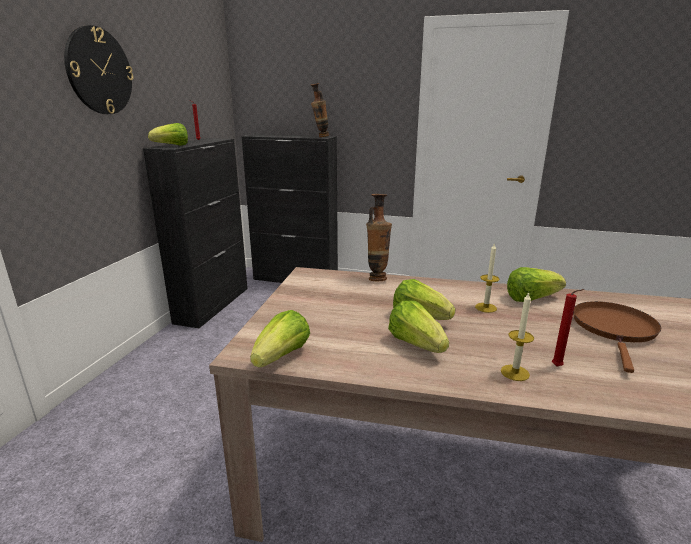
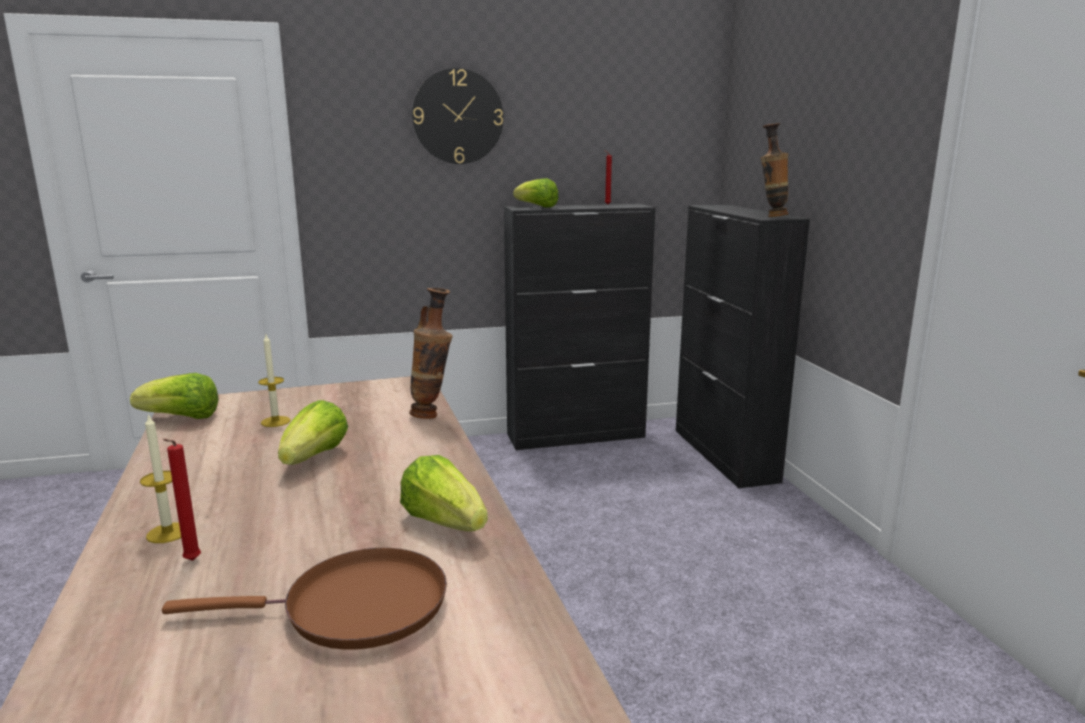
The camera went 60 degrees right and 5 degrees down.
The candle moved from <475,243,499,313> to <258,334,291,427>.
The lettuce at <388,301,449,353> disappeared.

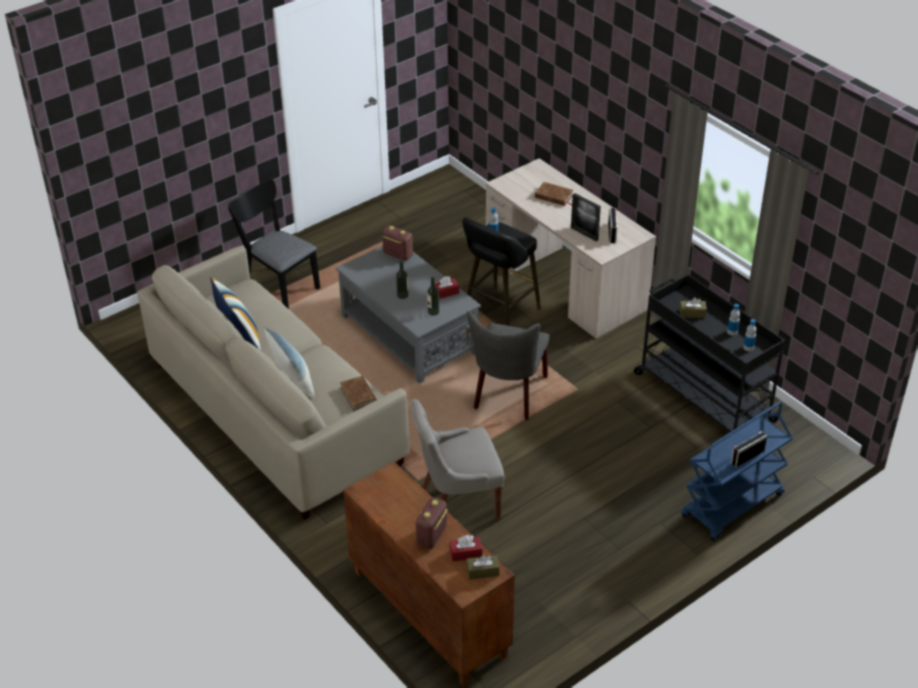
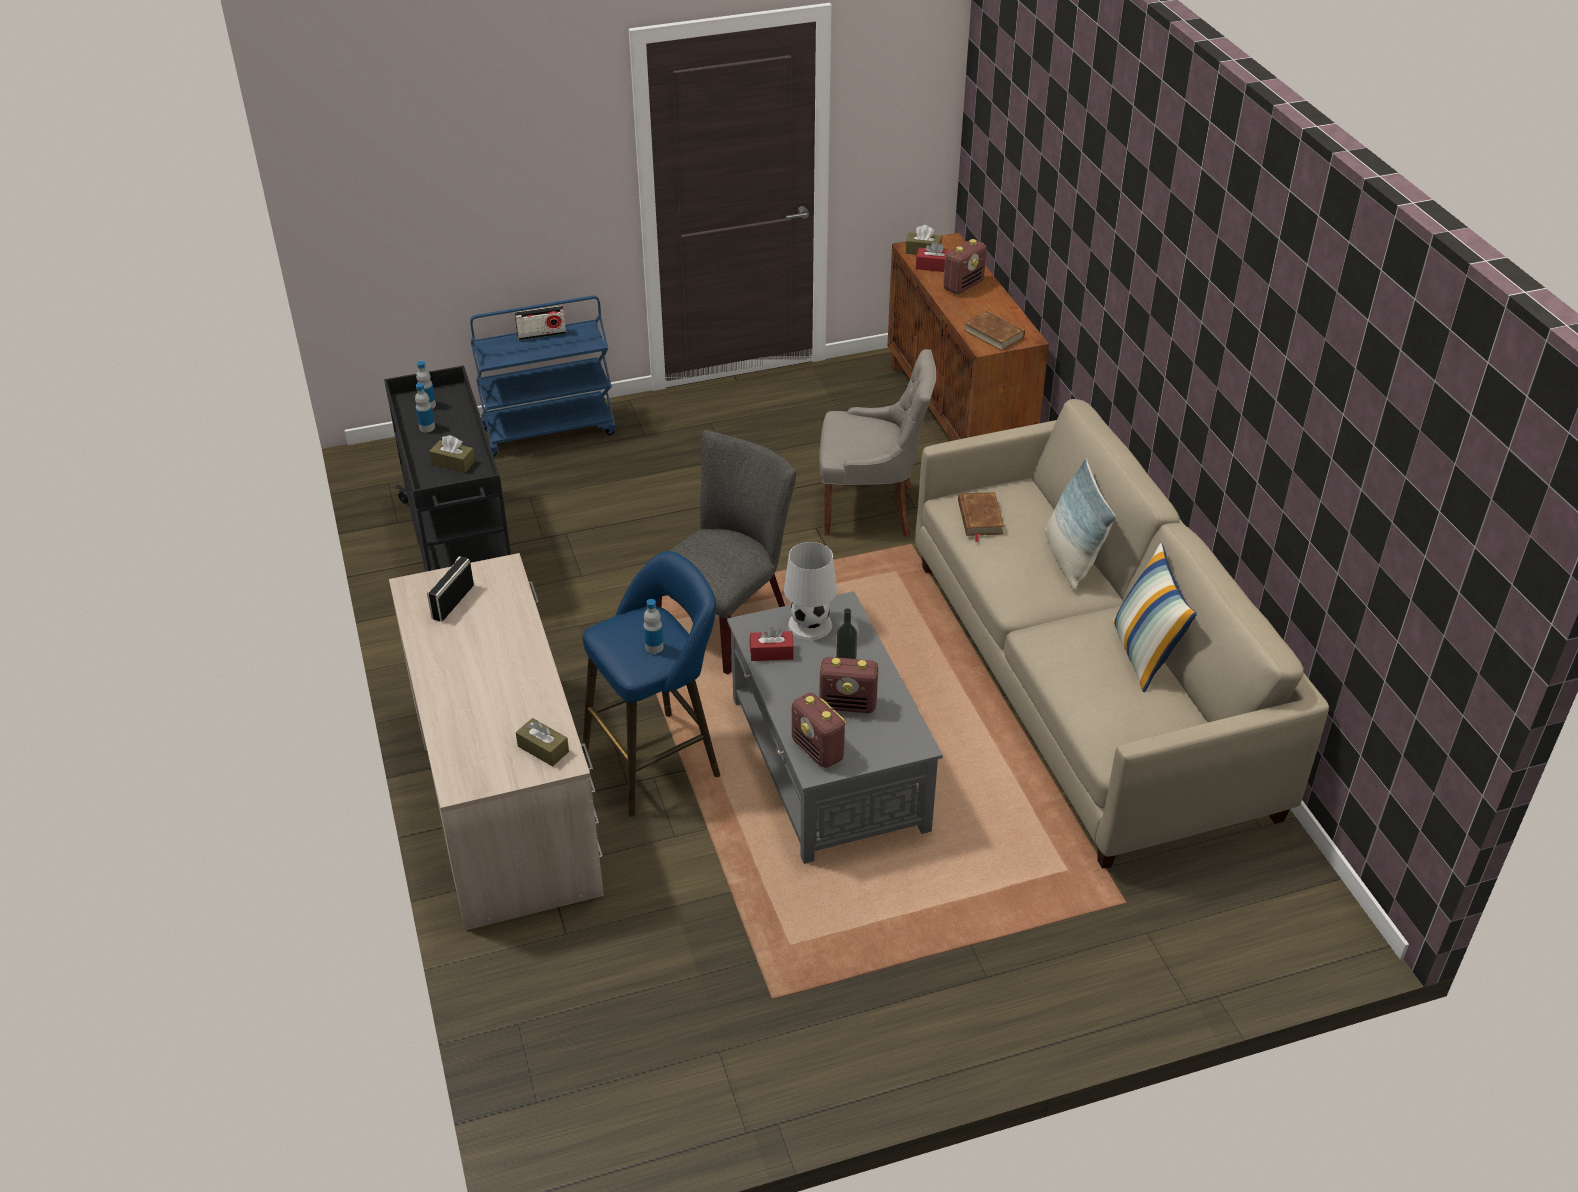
The camera went 160 degrees left and 0 degrees up.
The black chair at <228,179,320,309> disappeared.
The brown book moved from <535,182,573,206> to <964,311,1025,351>.
The picture frame at <571,193,601,241> disappeared.
The black stool at <462,217,541,326> became the blue stool at <582,551,720,817>.
The bottle at <427,277,439,316> was replaced by the white table lamp at <784,542,837,640>.
The radio at <819,657,878,713> appeared.
The brown tissue box at <516,718,569,766> appeared.

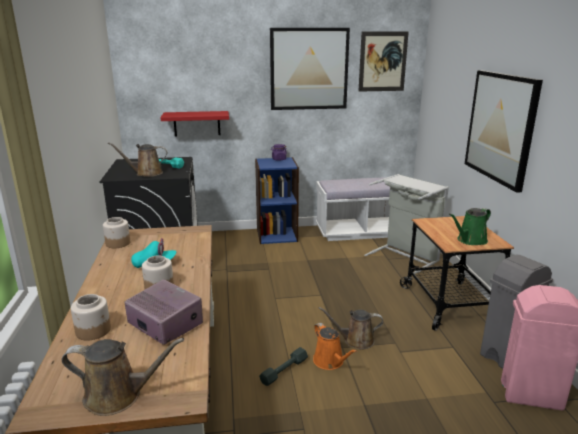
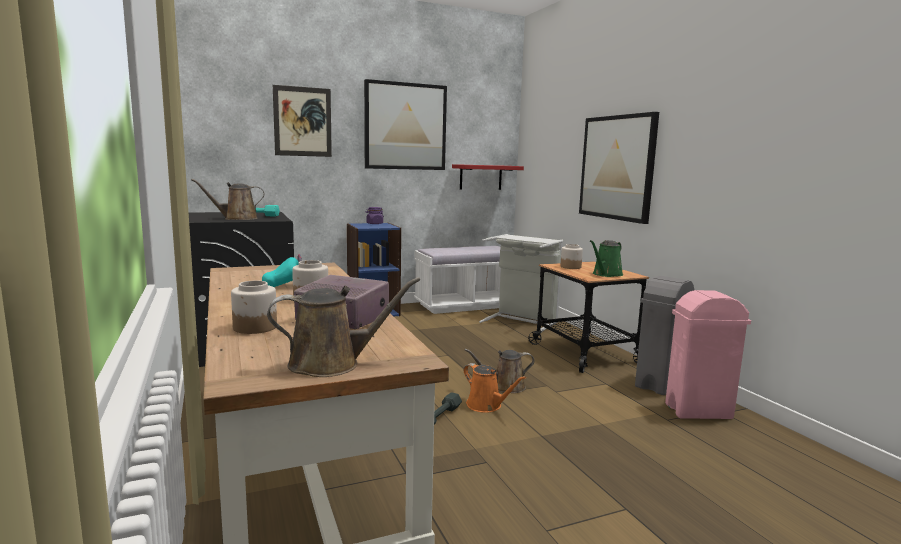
The camera went 15 degrees left and 10 degrees down.
The picture moved from <359,31,409,92> to <273,85,332,157>.
The red shelf moved from <160,111,229,137> to <452,164,524,190>.
The jar moved from <103,217,130,248> to <560,244,583,269>.

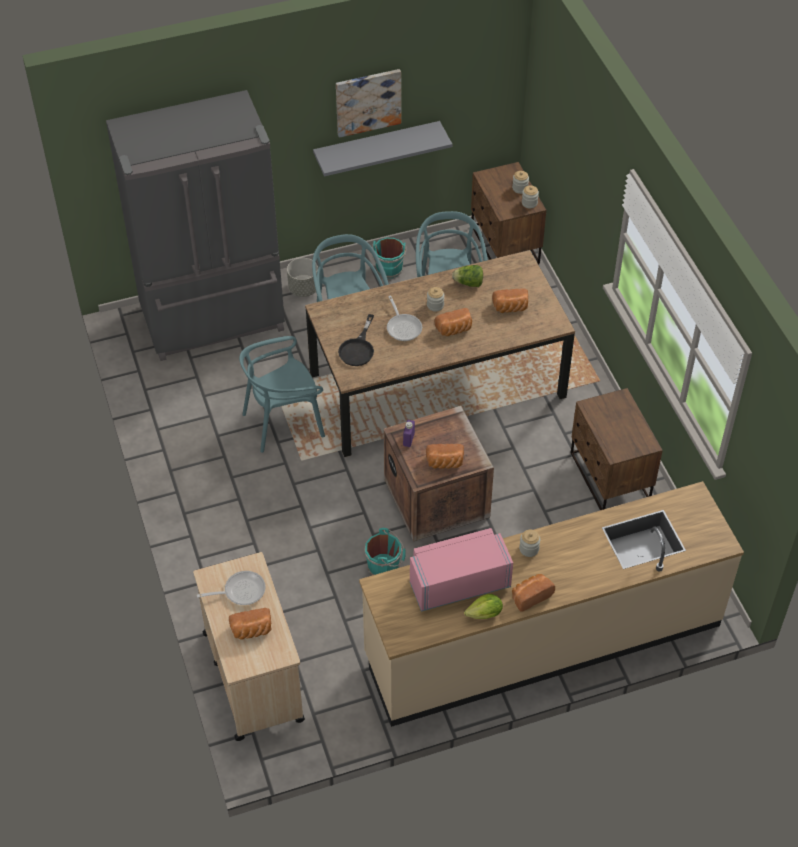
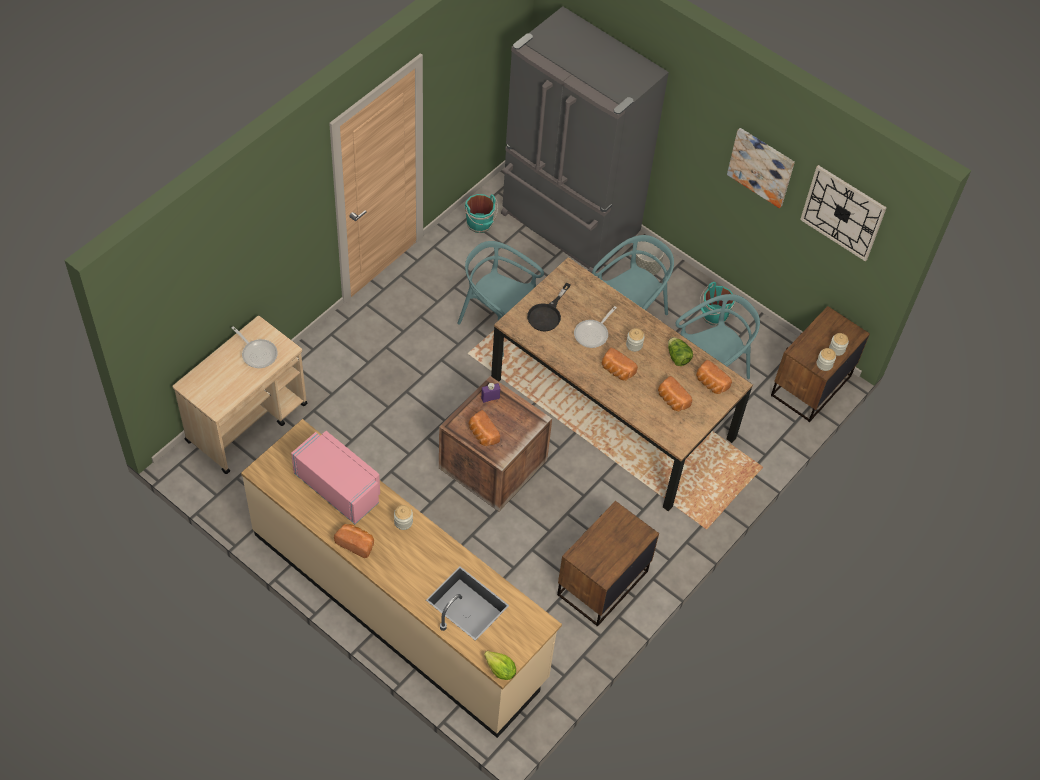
The camera went 55 degrees right and 5 degrees up.
The grey shelf at <313,121,452,176> disappeared.
The black frying pan at <338,314,374,366> turned 45 degrees counterclockwise.
The turquoise bucket moved from <365,528,406,575> to <465,194,498,233>.
The lettuce moved from <464,594,503,619> to <484,651,516,680>.
The bread moved from <229,608,271,640> to <696,360,732,394>.
The wall clock at <800,165,887,261> appeared.

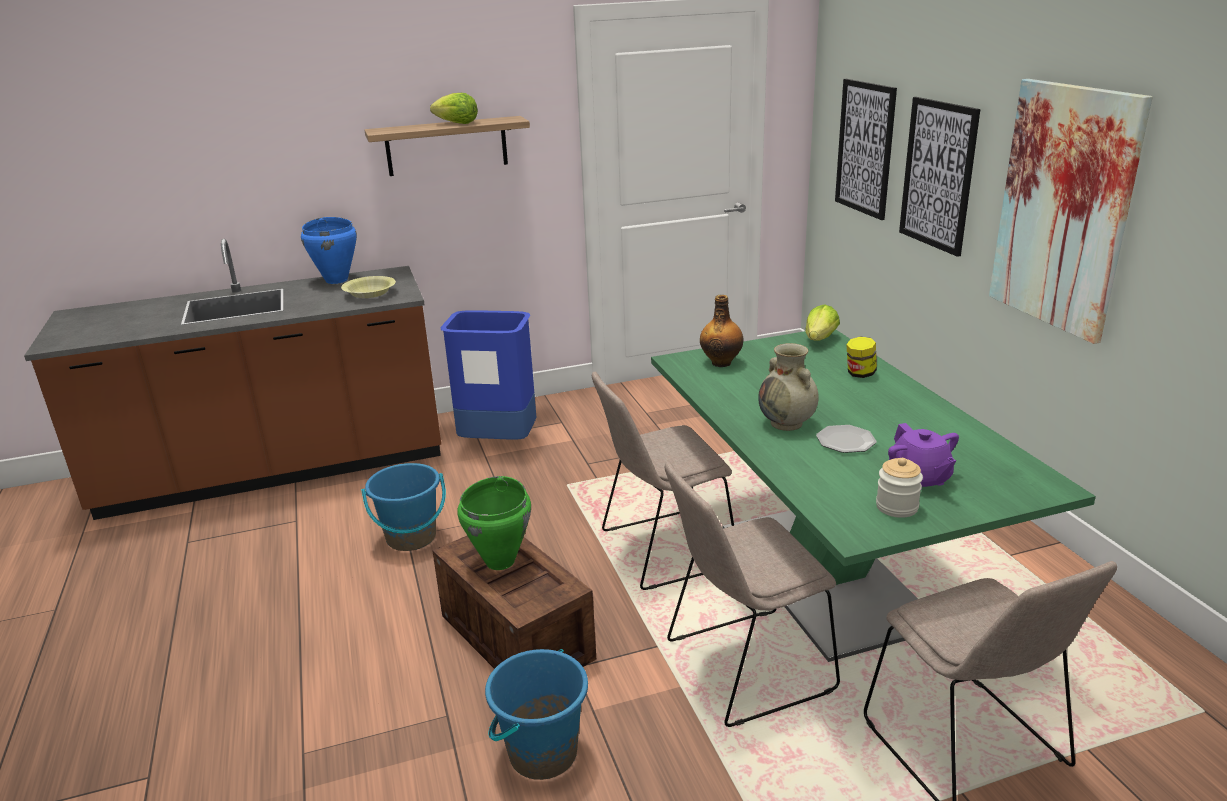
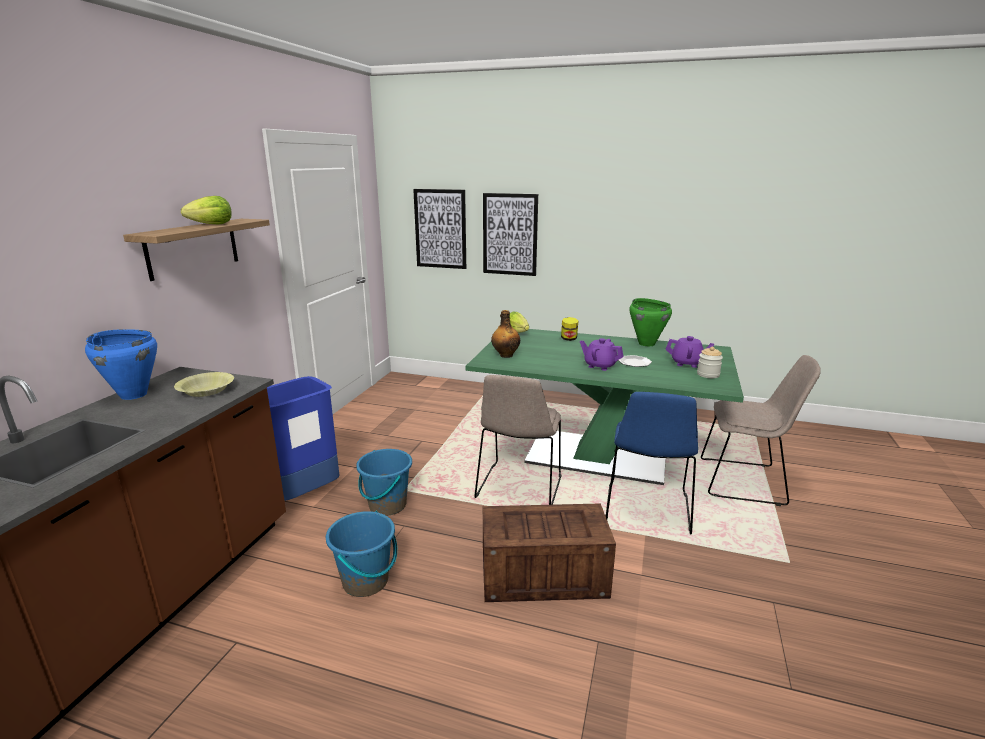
The camera went 55 degrees left and 5 degrees down.
The picture at <989,79,1153,344> disappeared.
The beige vase at <758,343,819,431> was replaced by the purple teapot at <580,338,623,371>.
The beige chair at <665,462,840,727> became the blue chair at <605,392,698,534>.
The green cooking pot moved from <457,476,531,570> to <629,298,672,346>.
The blue bucket moved from <485,649,588,780> to <356,449,412,516>.

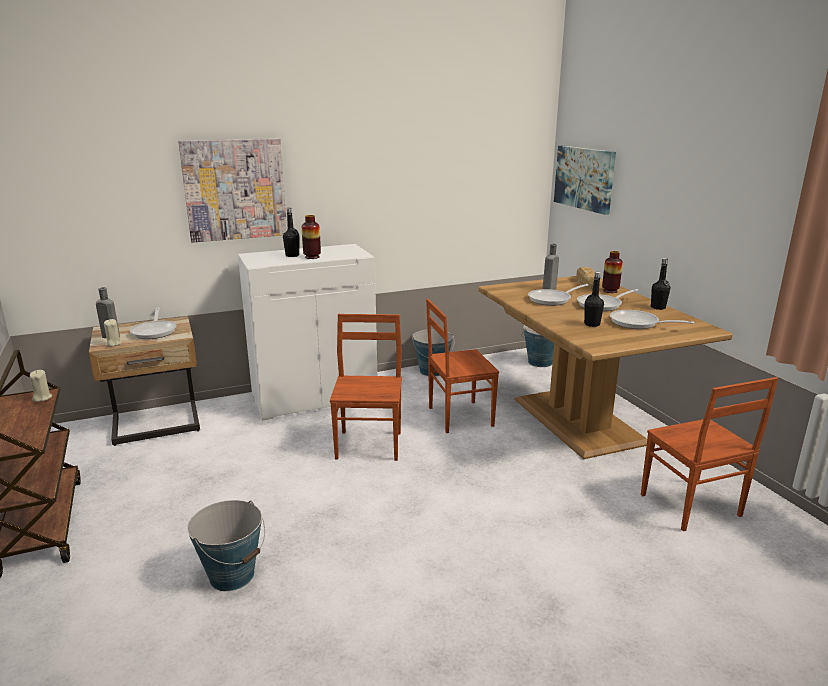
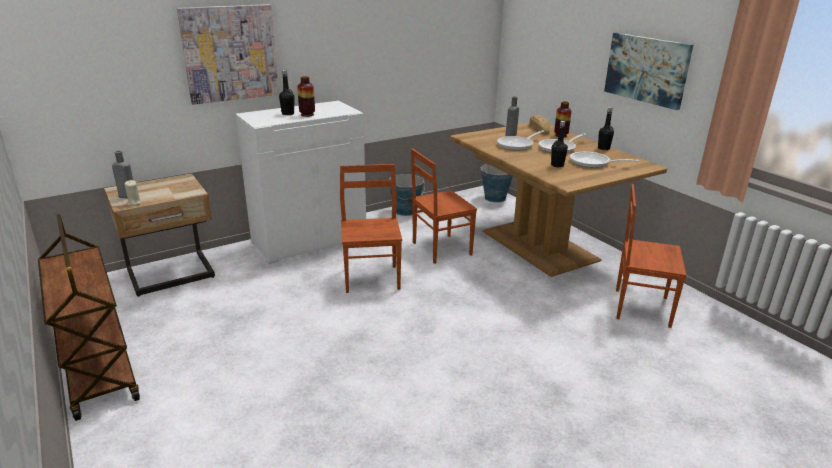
The camera went 10 degrees left and 5 degrees up.
The picture moved from <554,146,616,215> to <604,33,693,110>.
The frying pan at <130,308,177,339> disappeared.
The beige candle at <30,370,52,402> disappeared.
The brown chair at <641,377,778,531> turned 135 degrees clockwise.
The bucket at <187,500,265,591> disappeared.

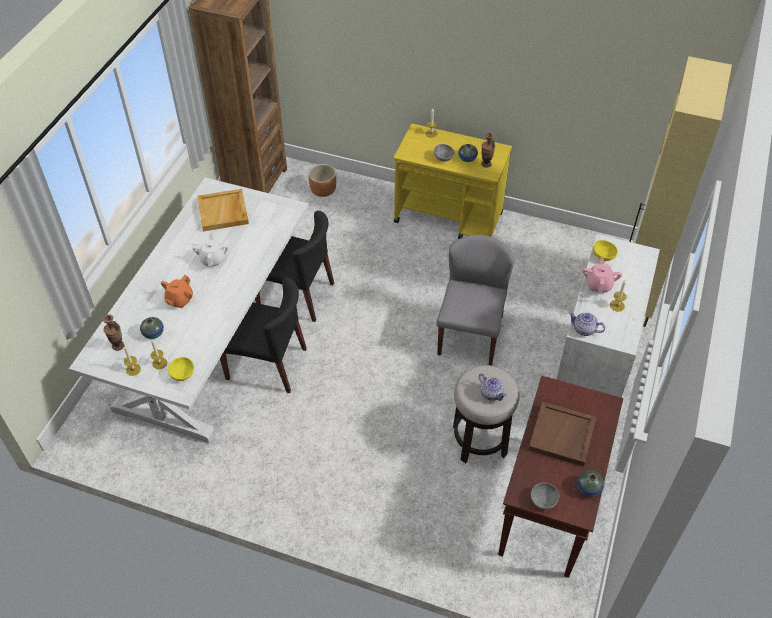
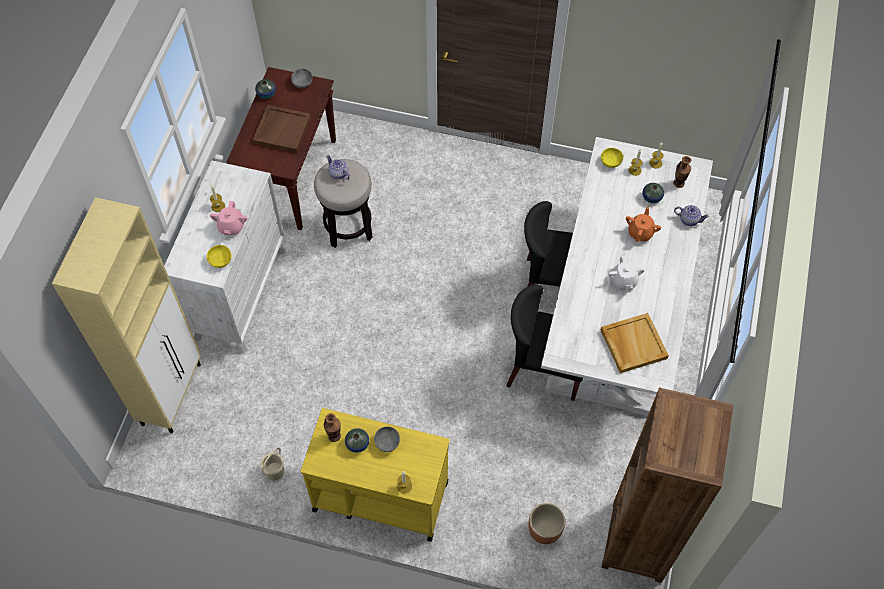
The camera went 175 degrees right and 10 degrees up.
The grey chair at <436,235,514,365> disappeared.
The teapot moved from <569,312,605,336> to <674,205,709,226>.
The beige bucket at <261,448,285,481> appeared.

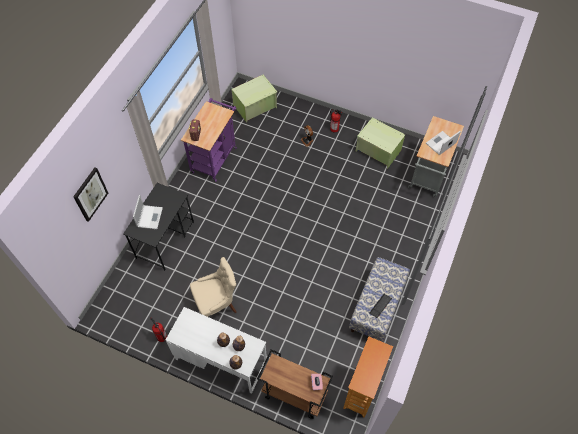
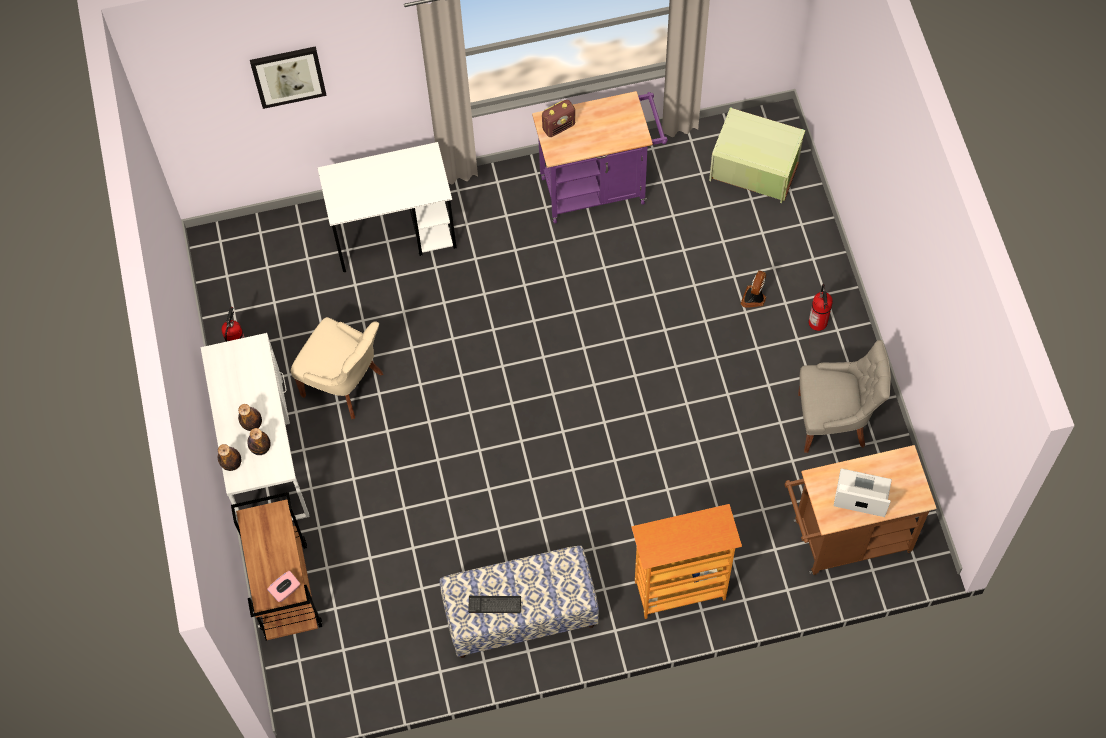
The camera went 55 degrees right and 5 degrees up.
The grey cart at <408,116,464,197> became the brown cart at <784,445,936,575>.
The green storage box at <356,118,405,169> was replaced by the grey chair at <798,340,891,453>.
The black desk at <123,183,194,271> became the white desk at <317,142,457,273>.
The laptop at <133,195,163,229> disappeared.
The bookcase moved from <343,336,393,418> to <631,504,742,619>.

